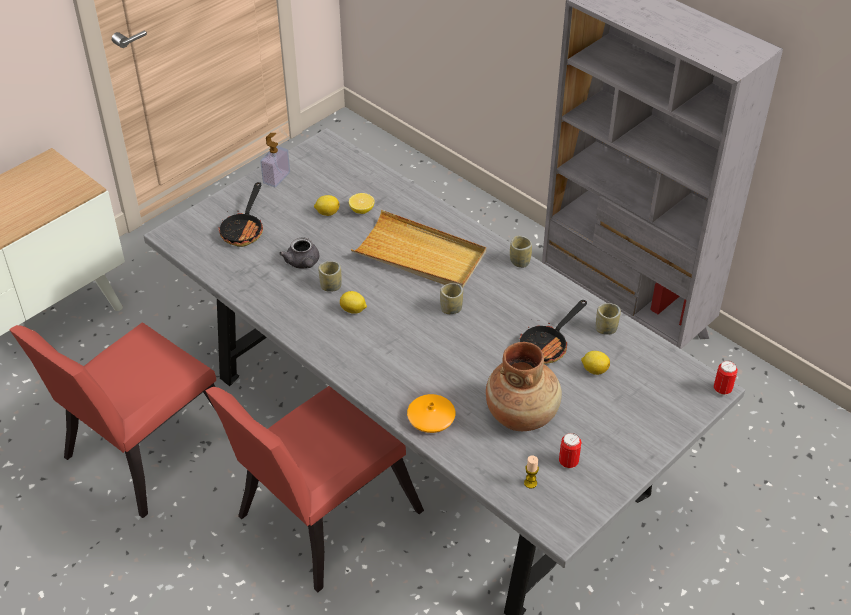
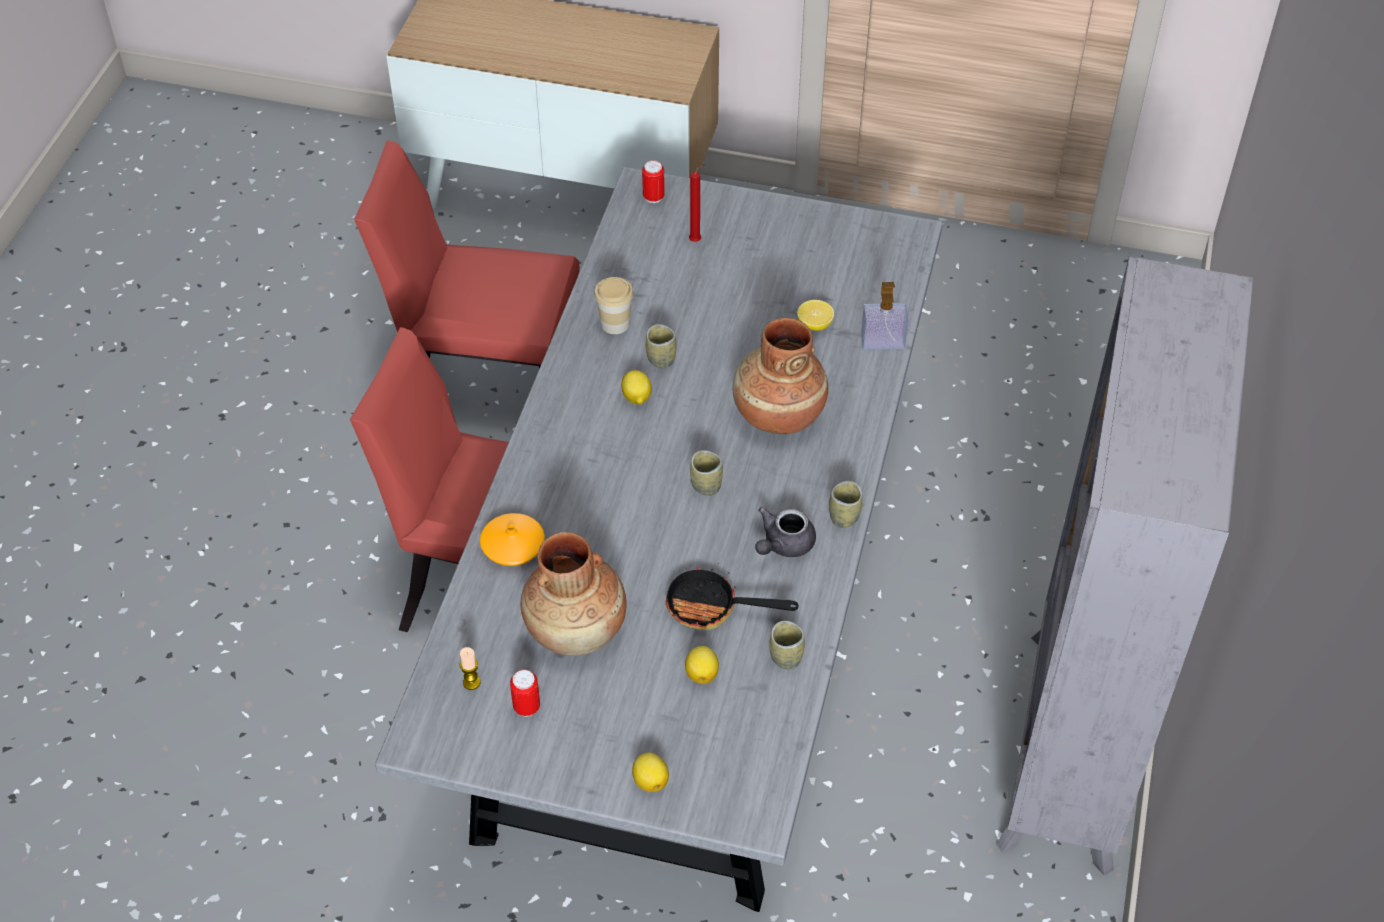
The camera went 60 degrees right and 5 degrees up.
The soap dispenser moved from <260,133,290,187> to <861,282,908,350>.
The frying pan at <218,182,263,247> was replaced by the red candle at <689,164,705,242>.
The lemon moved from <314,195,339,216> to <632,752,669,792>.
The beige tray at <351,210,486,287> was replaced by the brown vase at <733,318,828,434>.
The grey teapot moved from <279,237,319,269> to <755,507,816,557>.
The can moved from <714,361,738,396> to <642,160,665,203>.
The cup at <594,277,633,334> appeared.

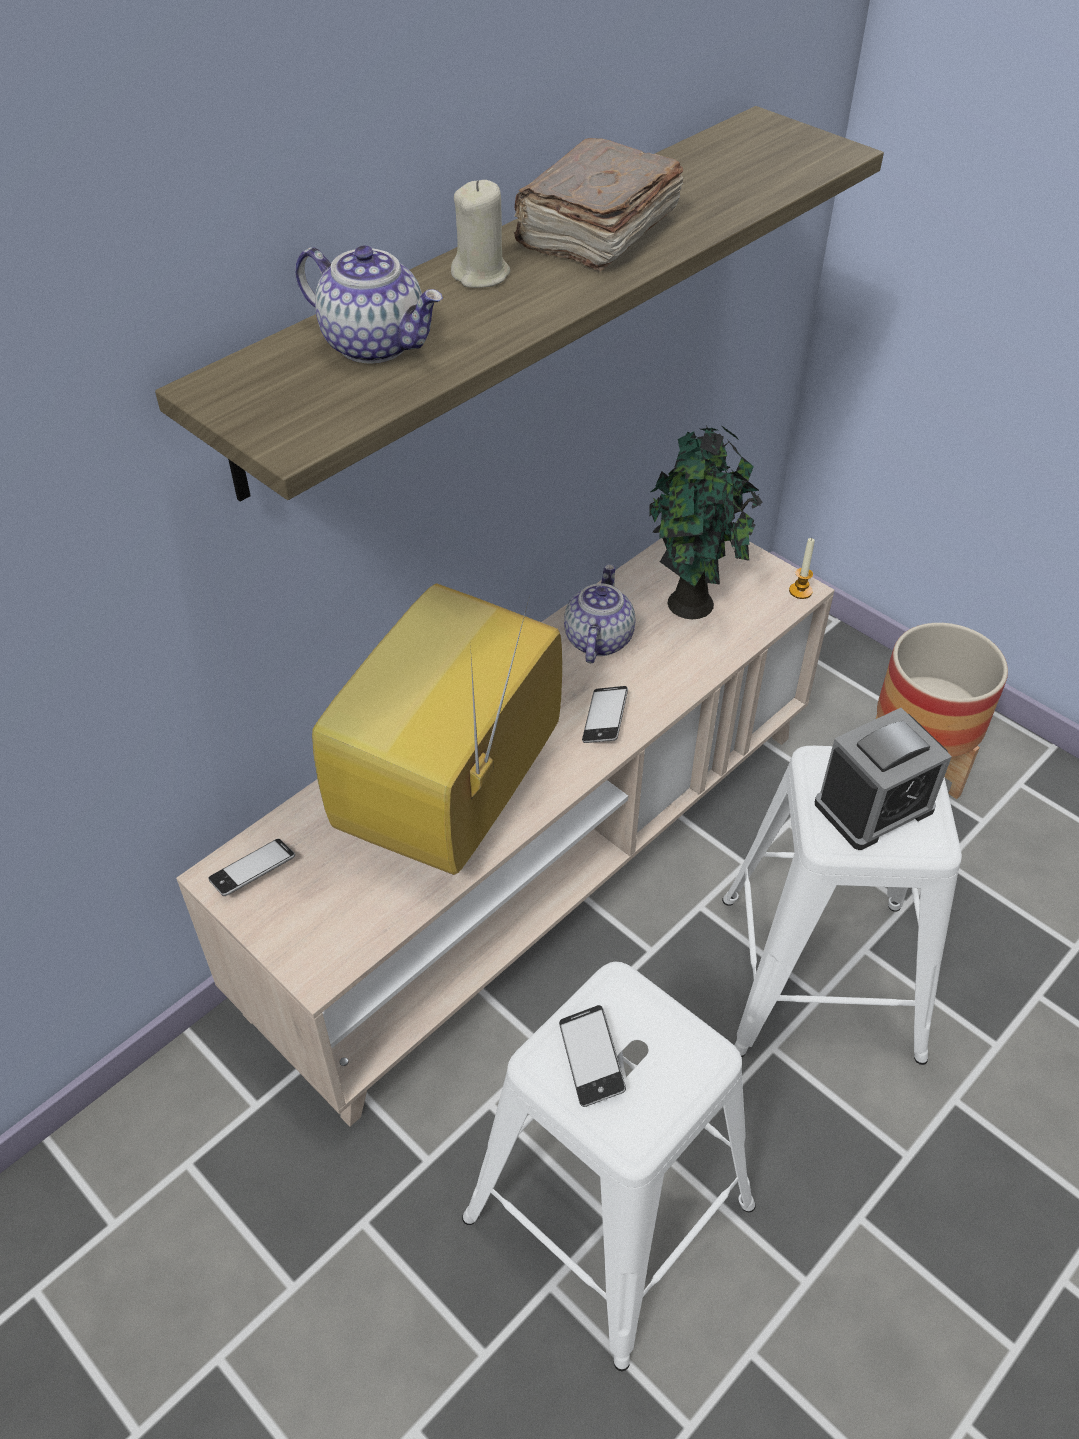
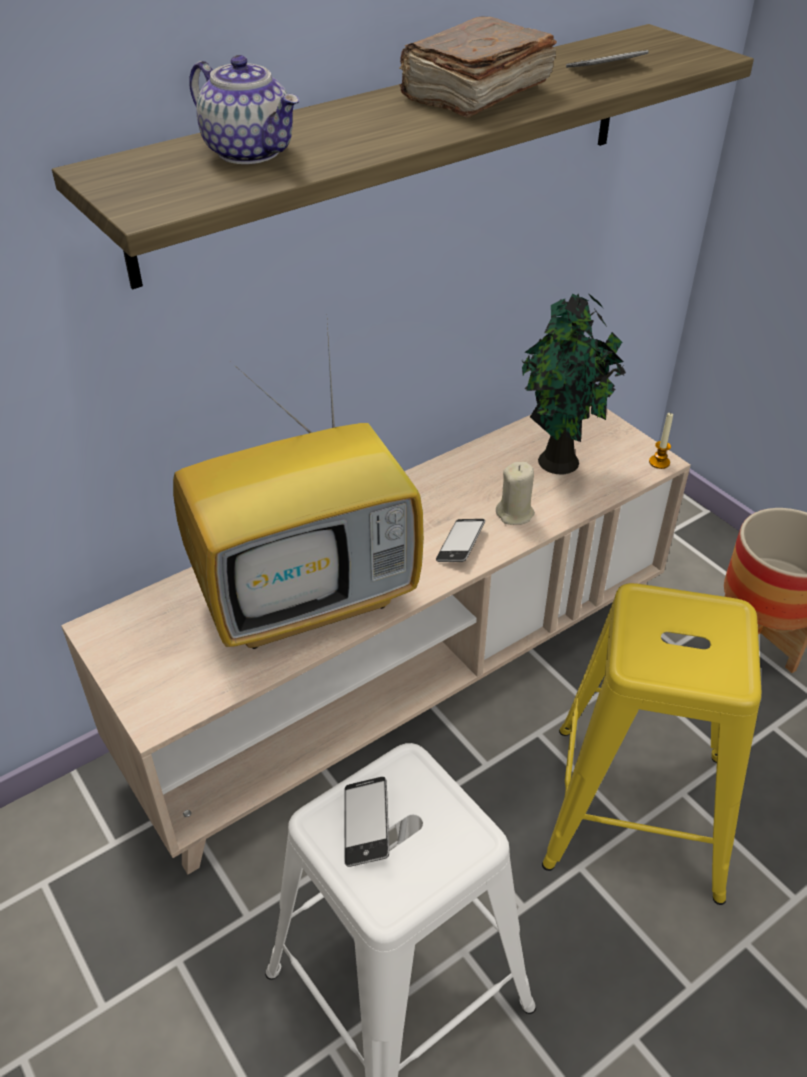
The camera went 10 degrees right and 5 degrees down.
The beige candle moved from <451,180,510,288> to <496,462,535,525>.
The teapot at <564,564,635,663> disappeared.
The television at <312,583,562,875> turned 150 degrees counterclockwise.
The alarm clock at <815,708,952,850> disappeared.
The white stool at <722,746,962,1065> became the yellow stool at <542,583,761,905>.
The phone moved from <208,839,295,896> to <566,50,649,68>.

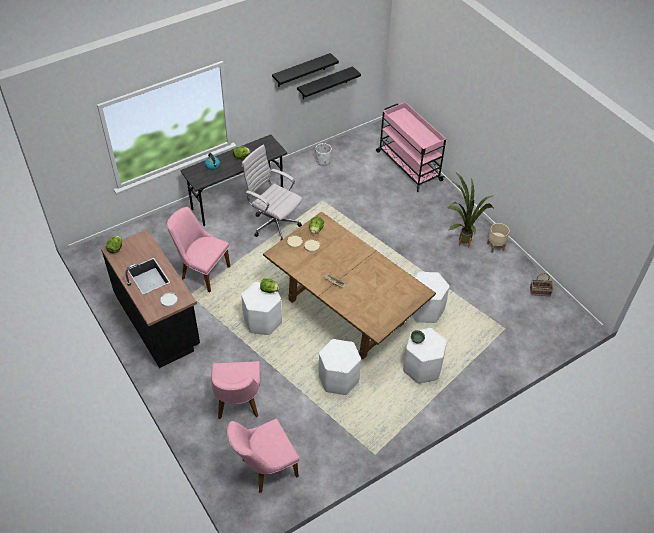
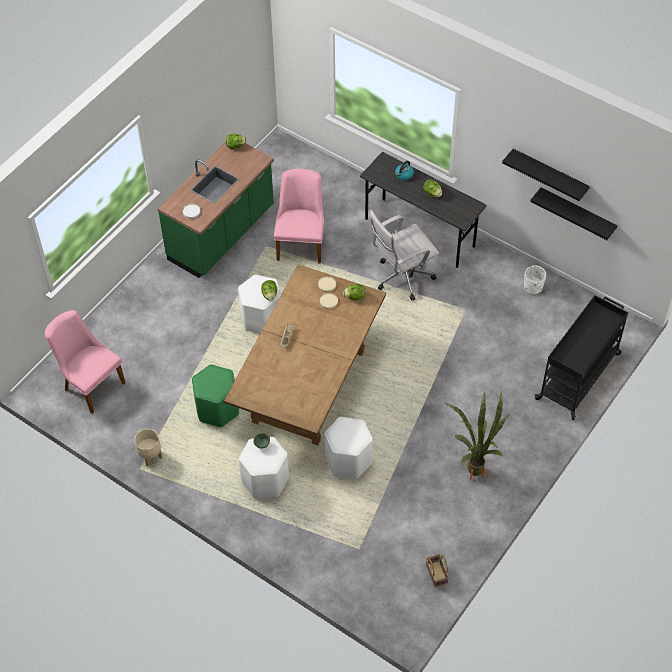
The camera went 70 degrees right and 5 degrees up.
The pink cart at <376,102,446,192> became the black cart at <535,295,628,420>.
The white office chair at <242,145,303,241> turned 135 degrees counterclockwise.
The beige planter moved from <487,223,510,253> to <134,429,162,466>.
The black counter at <101,229,200,368> became the green counter at <157,142,274,278>.
The white stool at <318,339,361,395> became the green stool at <192,364,239,427>.
The pink chair at <211,361,260,419> disappeared.

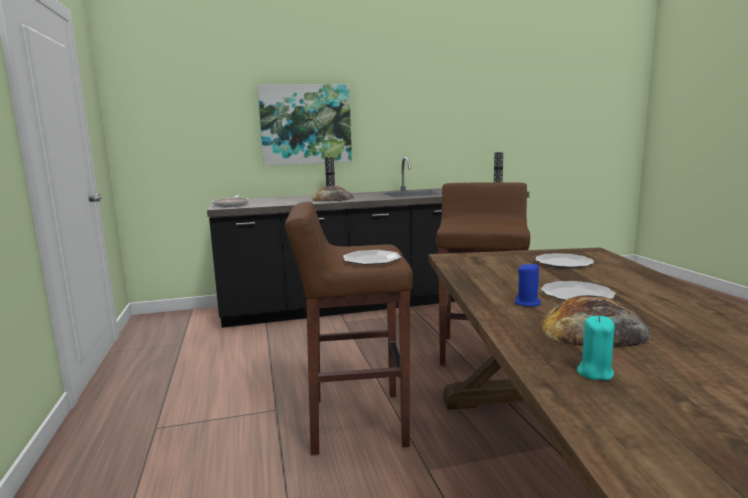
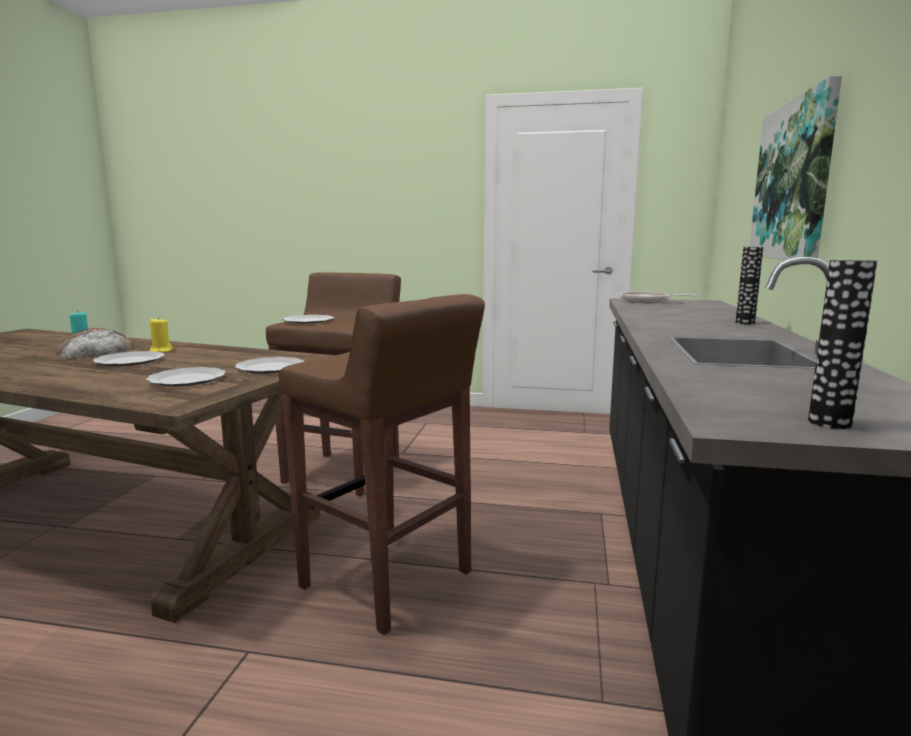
The camera went 115 degrees right and 0 degrees up.
The bread at <312,186,354,201> disappeared.
The blue candle at <515,262,541,306> became the yellow candle at <150,318,173,352>.
The plate at <235,357,304,374> appeared.

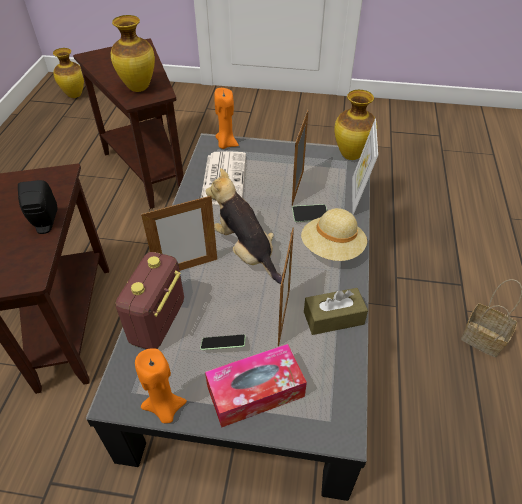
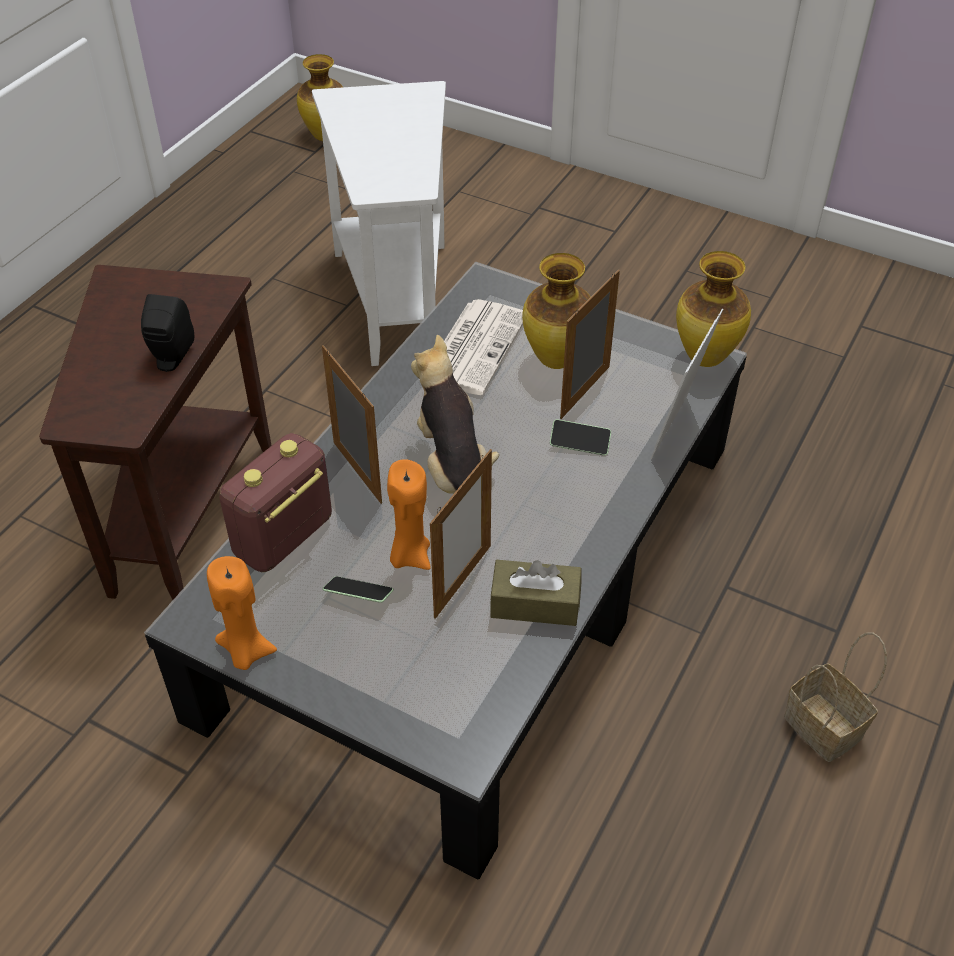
The camera went 20 degrees right and 0 degrees up.
The vase moved from <111,15,155,92> to <522,253,591,369>.
The brown side table at <73,38,184,209> became the white side table at <312,81,446,366>.
The orange candle moved from <214,88,239,149> to <387,459,431,570>.
The picture frame at <141,195,217,271> turned 120 degrees counterclockwise.
The beige hat at <301,208,367,261> disappeared.
The tissue box at <205,344,307,427> disappeared.

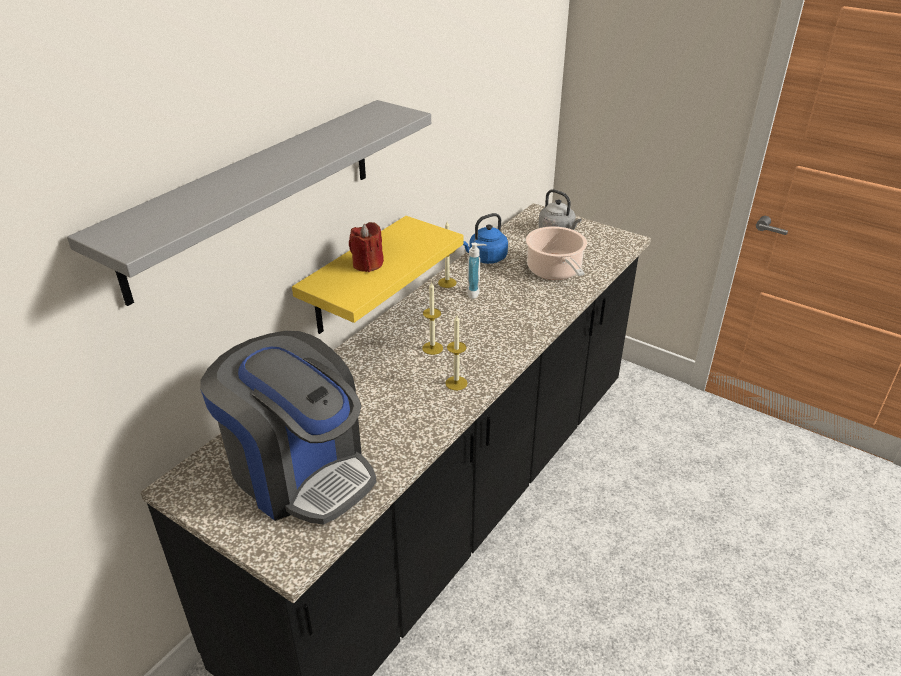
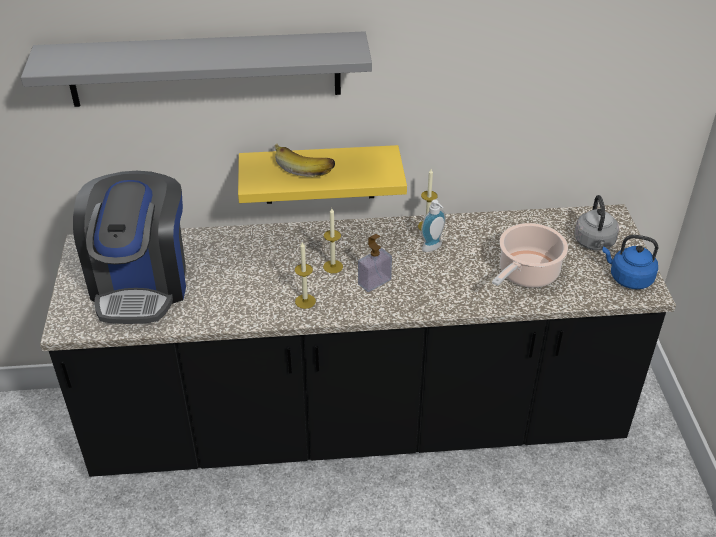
The camera went 50 degrees right and 5 degrees up.
The blue kettle moved from <463,213,508,264> to <602,235,658,289>.
The red candle at <349,222,384,272> was replaced by the banana at <274,144,335,177>.
The soap dispenser at <358,234,392,292> appeared.

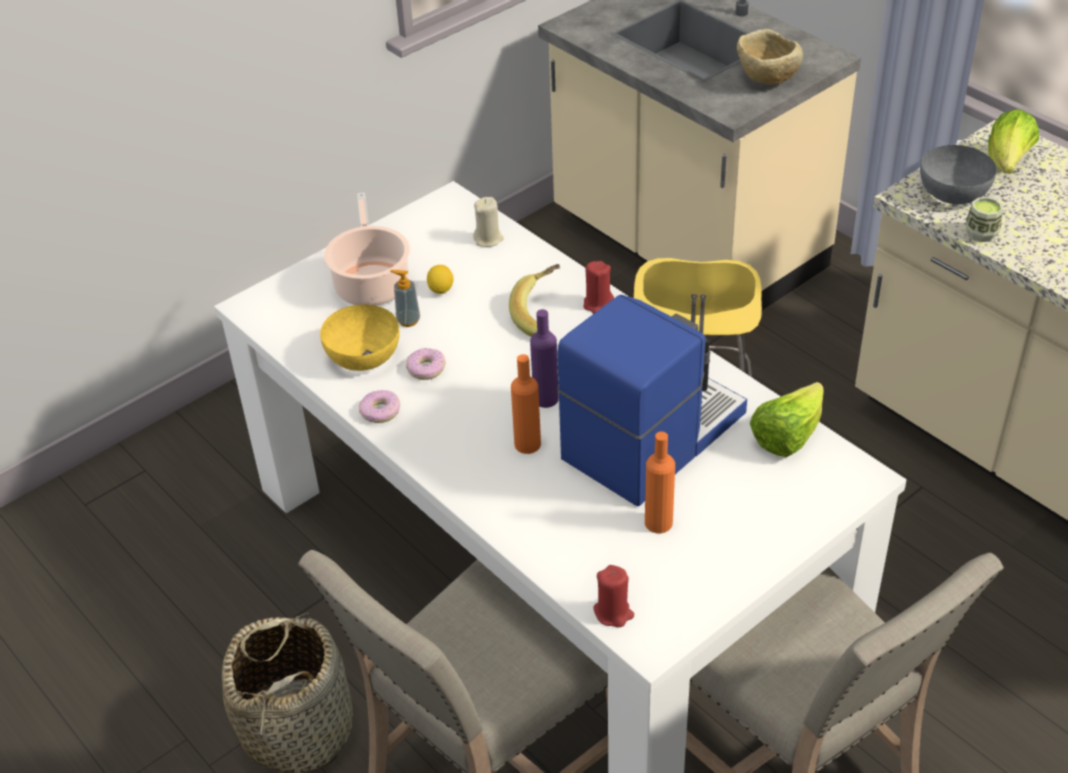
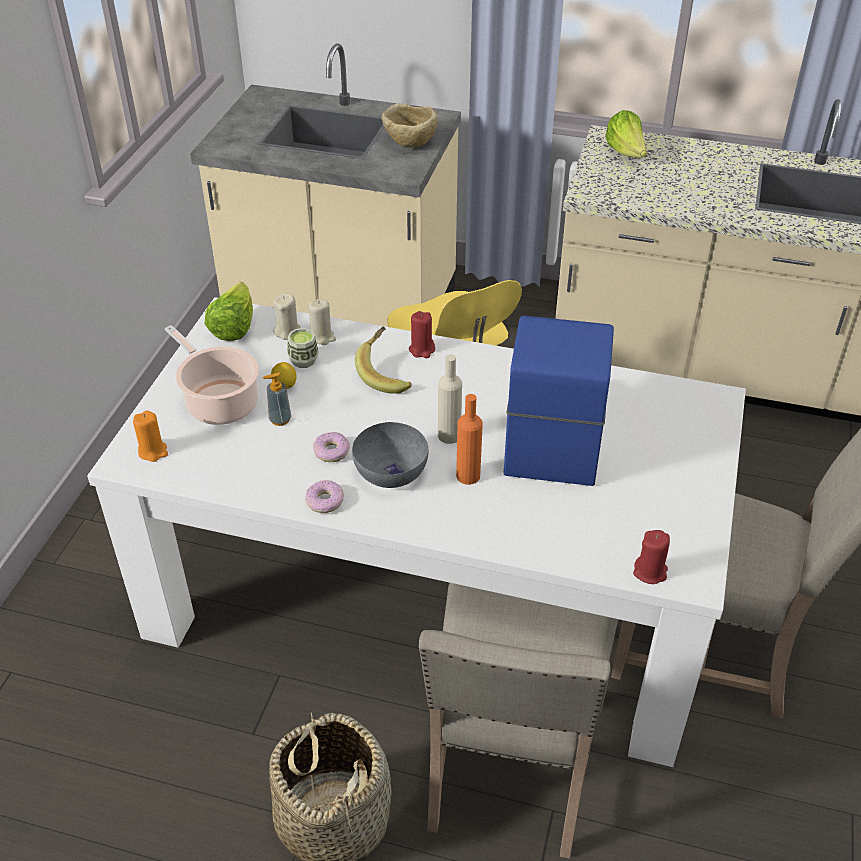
The camera went 35 degrees left and 0 degrees up.
The grey bowl moved from <920,145,997,204> to <352,422,428,488>.
The cup moved from <966,197,1003,242> to <287,328,319,368>.
The yellow bowl at <320,305,400,371> disappeared.
The purple bottle at <530,309,559,408> became the beige bottle at <438,354,462,444>.
The lettuce moved from <750,382,824,457> to <205,282,253,341>.
The orange bottle at <645,432,675,533> disappeared.
The beige candle at <309,299,336,345> appeared.
The orange candle at <133,410,168,462> appeared.

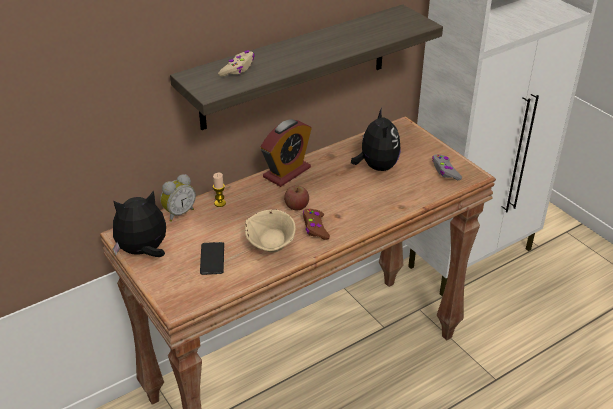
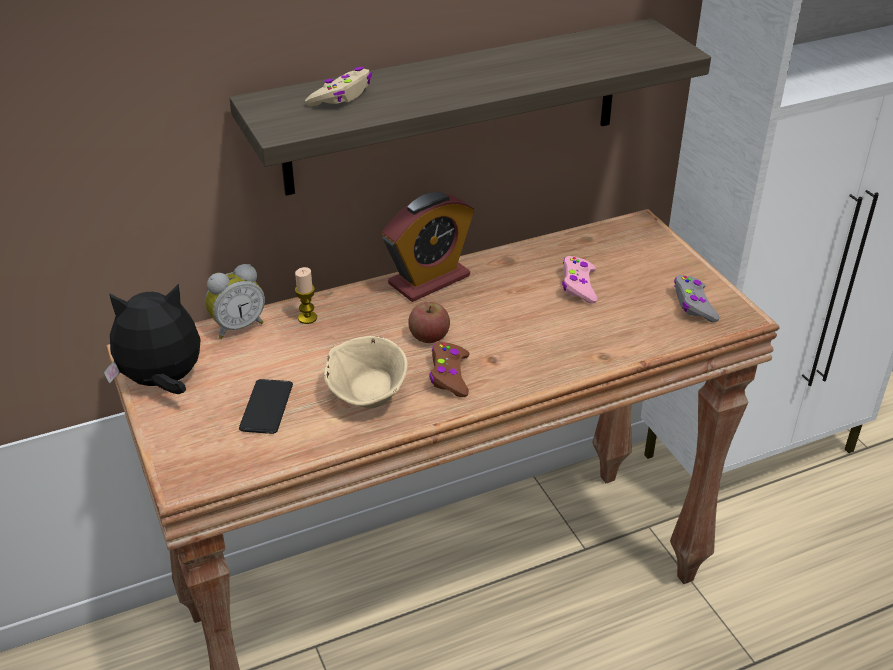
The camera went 10 degrees right and 0 degrees up.
The plush toy at <351,108,401,171> was replaced by the pink game controller at <562,256,597,303>.

